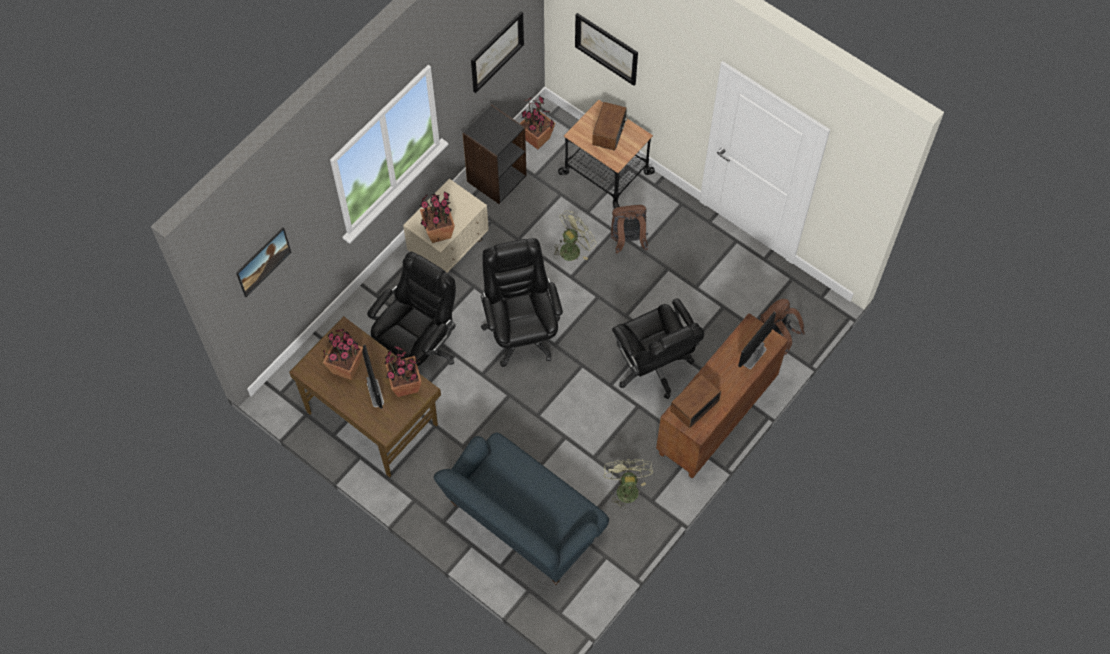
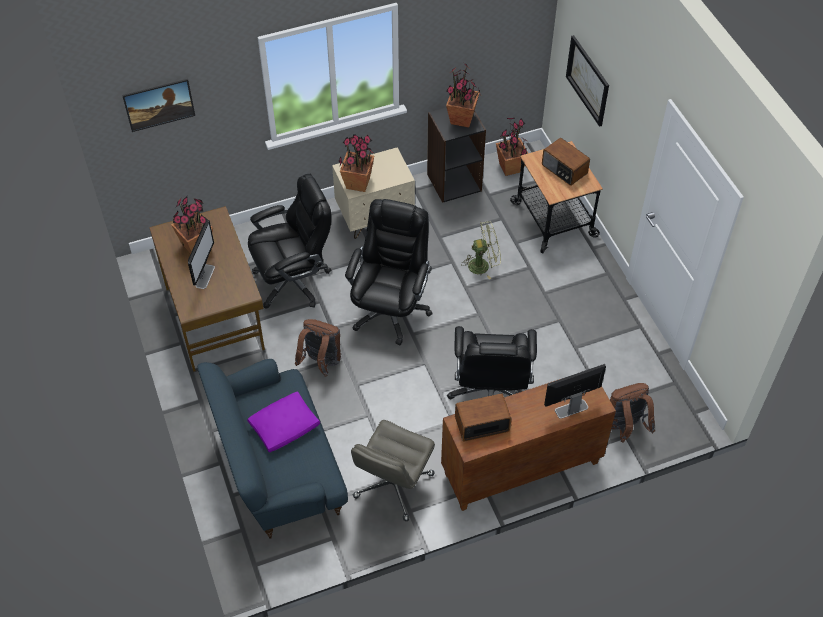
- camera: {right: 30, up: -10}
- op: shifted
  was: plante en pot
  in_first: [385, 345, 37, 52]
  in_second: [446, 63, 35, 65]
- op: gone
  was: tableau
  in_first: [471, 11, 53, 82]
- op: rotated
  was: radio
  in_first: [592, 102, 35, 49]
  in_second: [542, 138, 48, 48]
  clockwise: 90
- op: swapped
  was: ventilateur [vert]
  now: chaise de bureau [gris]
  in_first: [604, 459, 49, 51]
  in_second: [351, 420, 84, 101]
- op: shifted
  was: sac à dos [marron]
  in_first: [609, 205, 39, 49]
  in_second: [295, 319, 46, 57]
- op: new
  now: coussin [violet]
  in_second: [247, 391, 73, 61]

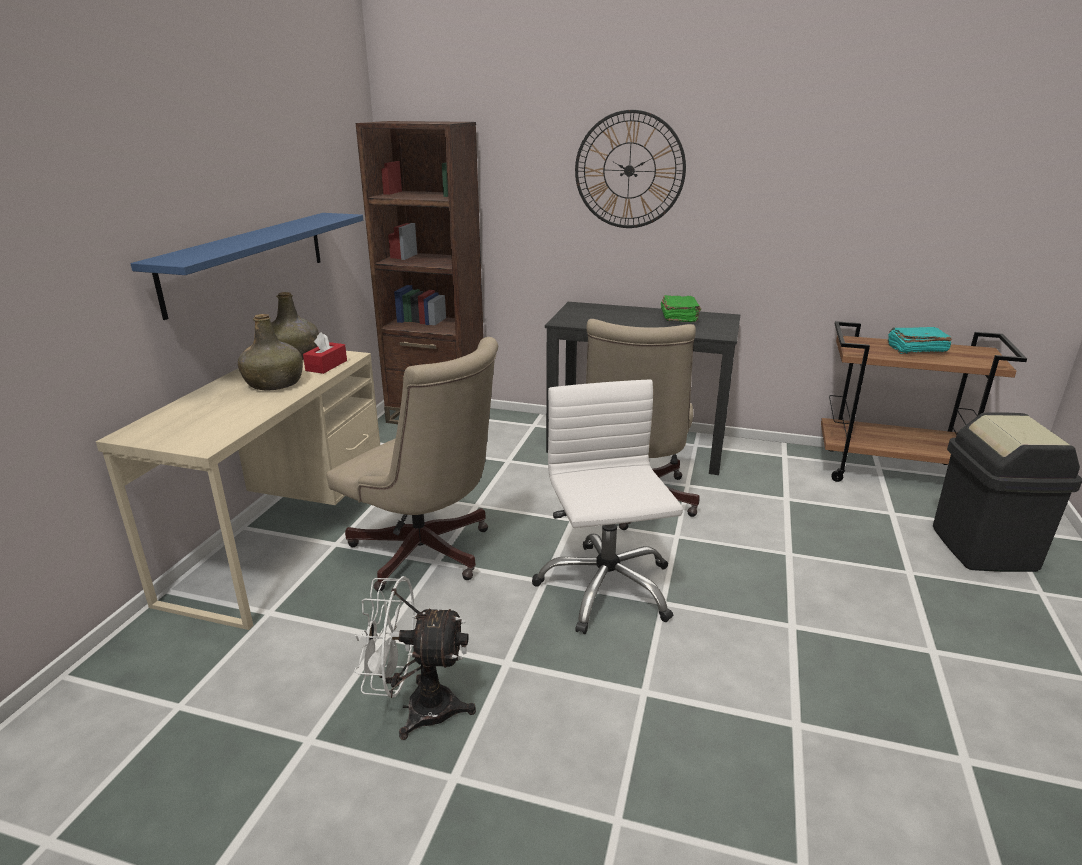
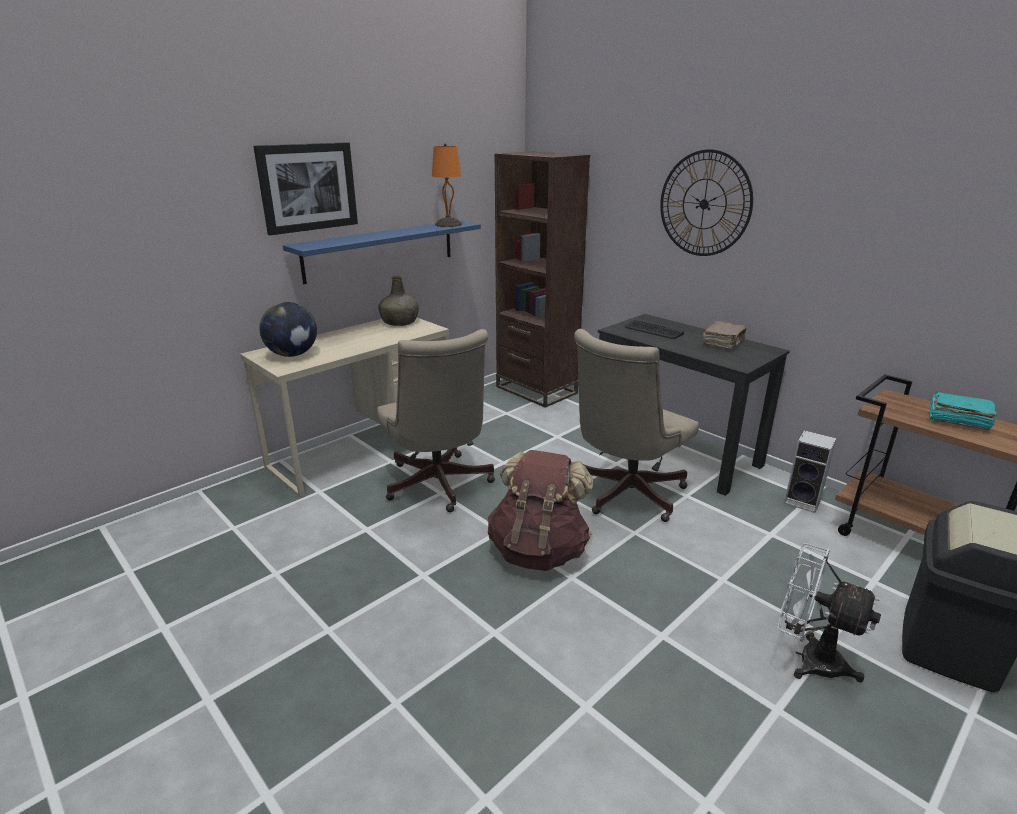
- camera: {right: 30, up: 0}
- op: gone
  was: bouteille [vert]
  in_first: [238, 314, 65, 77]
- op: gone
  was: boîte à mouchoirs [rouge]
  in_first: [303, 332, 44, 42]
- op: shifted
  was: ventilateur [blanc]
  in_first: [354, 576, 122, 164]
  in_second: [777, 543, 104, 140]
- op: swapped
  was: chaise de bureau [blanc]
  now: sac à dos [marron]
  in_first: [532, 380, 151, 254]
  in_second: [488, 450, 105, 121]
- op: repainted
  was: livre [vert]
  now: livre [marron]
  in_first: [660, 295, 41, 27]
  in_second: [703, 321, 43, 28]
- op: new
  now: tableau
  in_second: [253, 142, 105, 93]
- op: new
  now: globe
  in_second: [259, 302, 58, 55]
- op: new
  now: lampe de table [orange]
  in_second: [432, 143, 30, 84]
- op: new
  now: clavier
  in_second: [625, 320, 59, 19]
- op: new
  now: enceinte
  in_second: [784, 430, 53, 83]

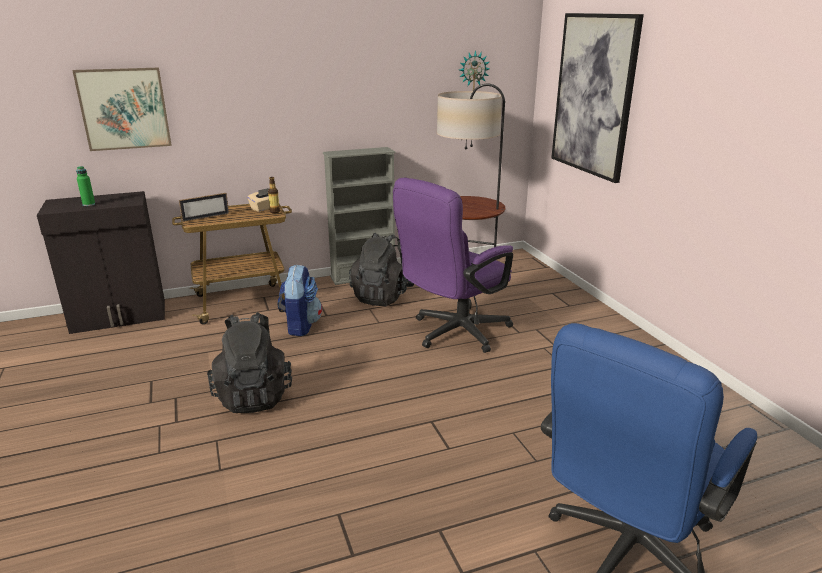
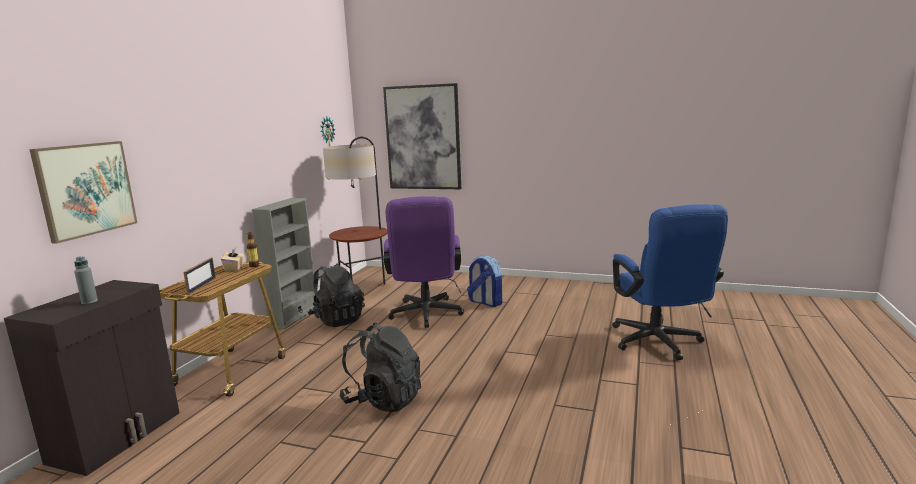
- camera: {right: -50, up: -10}
- op: repainted
  was: bouteille [vert]
  now: bouteille [gris]
  in_first: [76, 166, 19, 40]
  in_second: [74, 256, 24, 48]
- op: shifted
  was: sac à dos
  in_first: [278, 264, 44, 72]
  in_second: [467, 256, 36, 51]

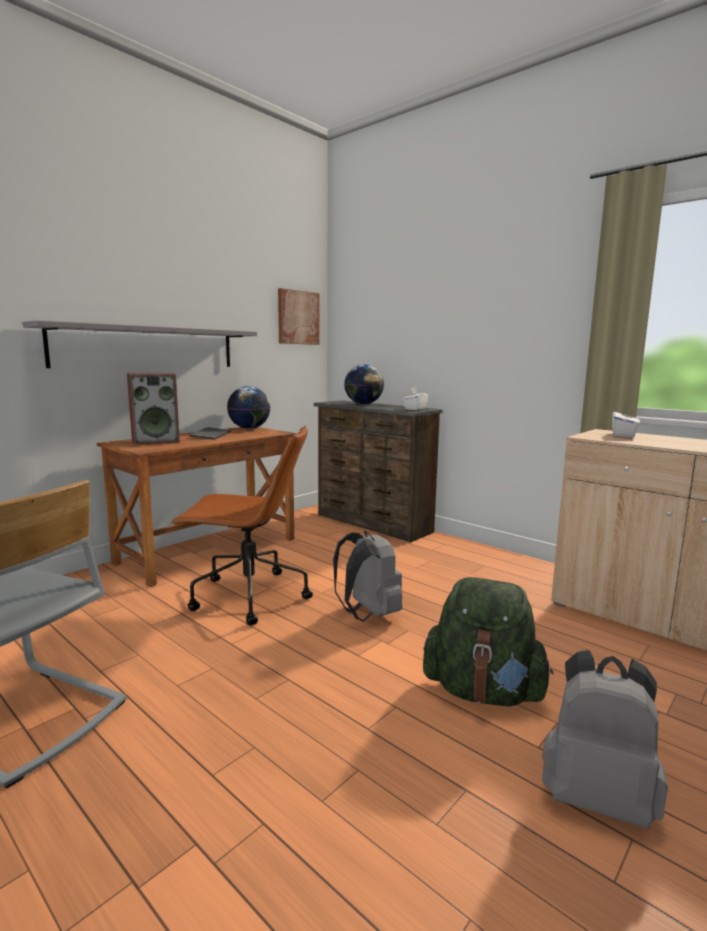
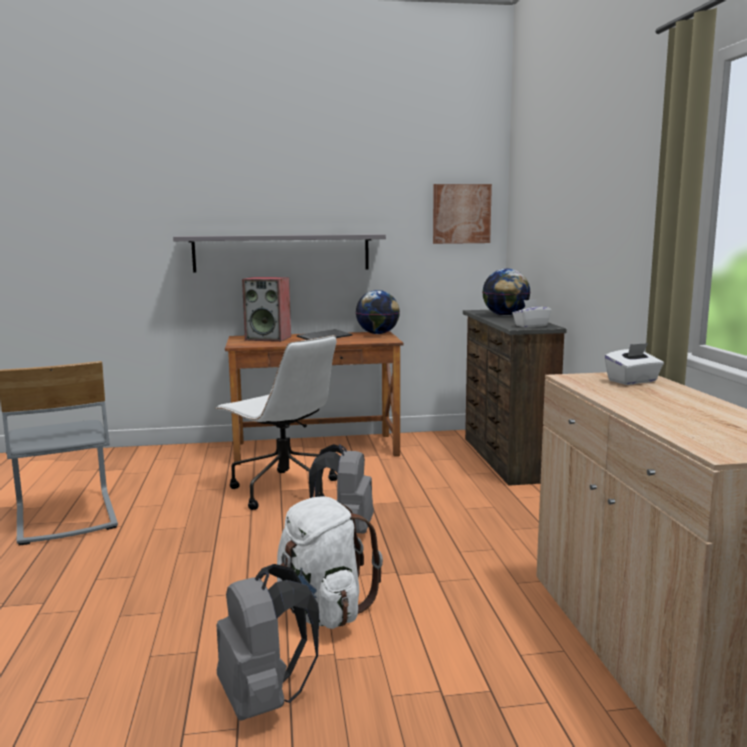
- camera: {right: 40, up: 0}
- op: repainted
  was: chaise de bureau [marron]
  now: chaise de bureau [blanc]
  in_first: [171, 426, 142, 199]
  in_second: [216, 335, 121, 175]
- op: repainted
  was: sac à dos [vert]
  now: sac à dos [blanc]
  in_first: [423, 577, 131, 129]
  in_second: [277, 496, 106, 133]

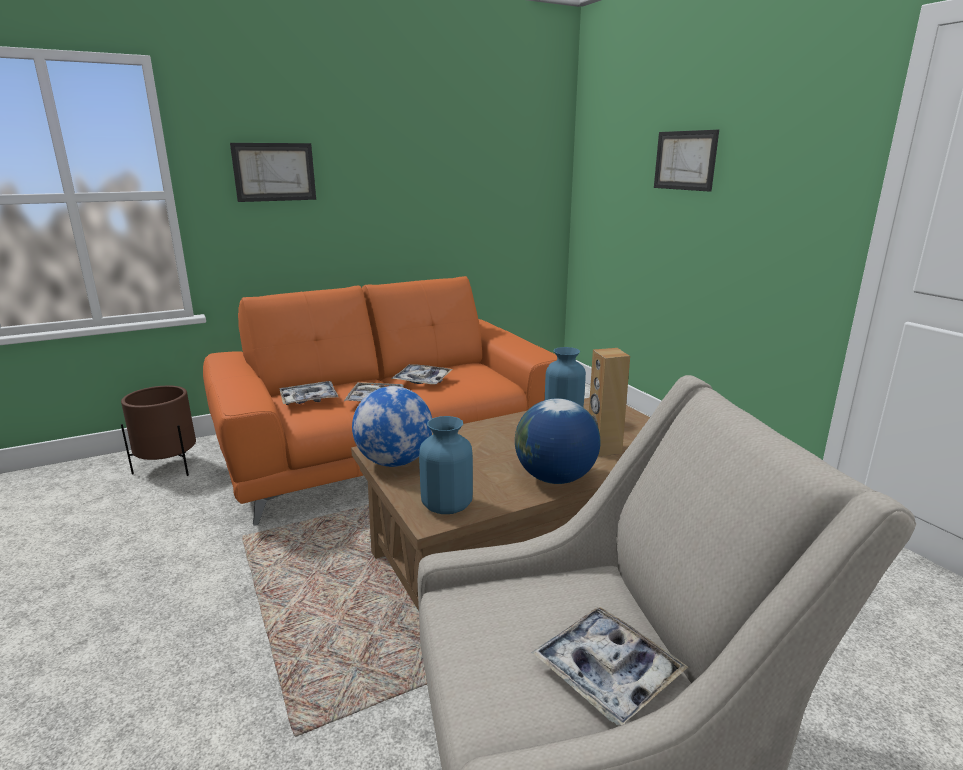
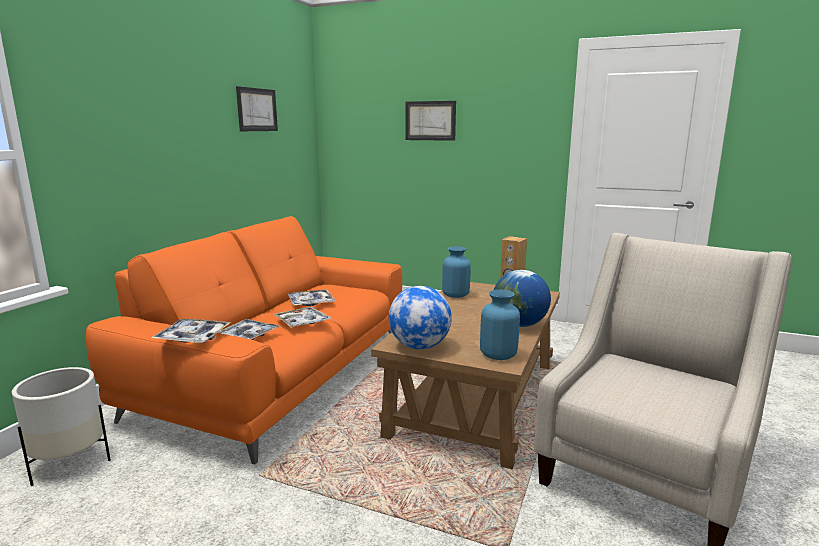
- camera: {right: -40, up: -5}
- op: repainted
  was: cache-pot [marron]
  now: cache-pot [blanc]
  in_first: [121, 386, 75, 90]
  in_second: [12, 367, 99, 119]
- op: shifted
  was: tableau
  in_first: [230, 143, 86, 59]
  in_second: [236, 86, 42, 45]
- op: shifted
  was: plateau
  in_first: [532, 607, 156, 118]
  in_second: [151, 319, 80, 24]

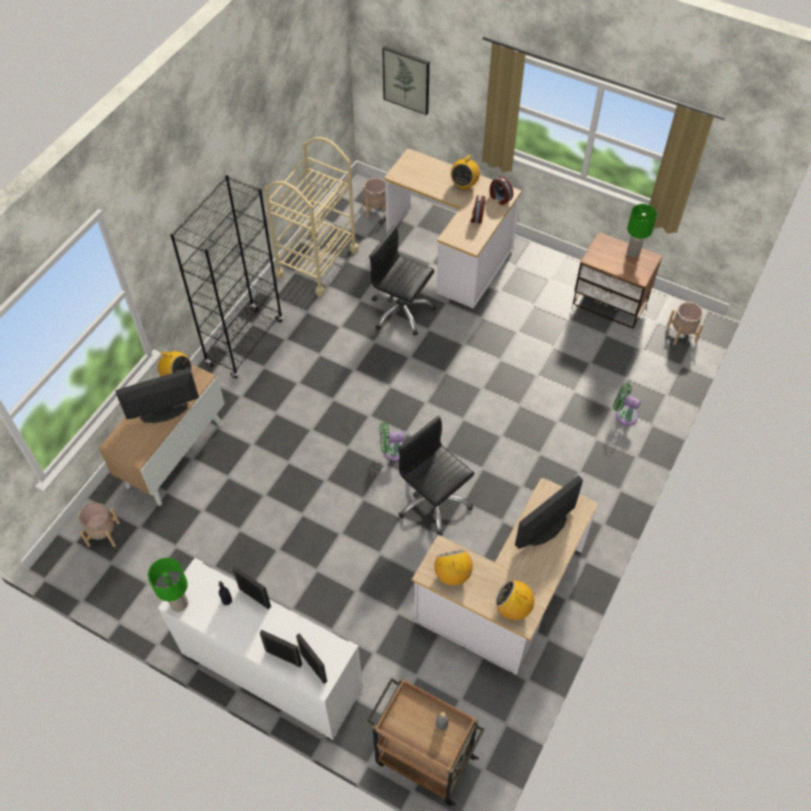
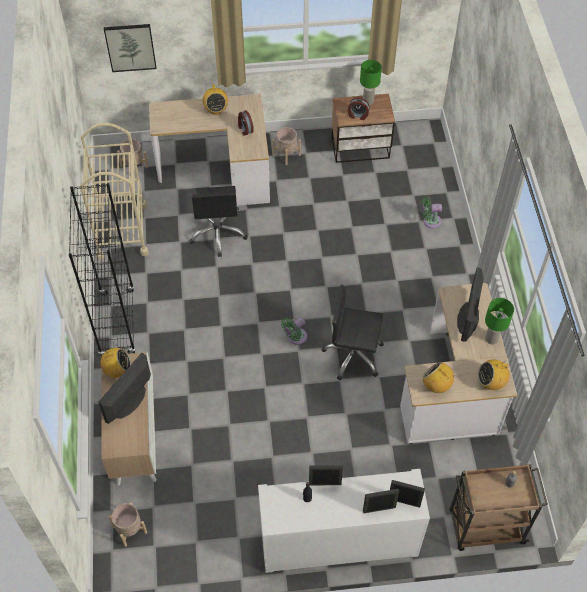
- camera: {right: -35, up: 0}
- op: shifted
  was: lampe de table [vert]
  in_first: [148, 558, 40, 54]
  in_second: [485, 298, 29, 46]
- op: rotated
  was: chaise de bureau [noir]
  in_first: [369, 225, 67, 111]
  in_second: [189, 186, 59, 71]
  clockwise: -90
- op: shifted
  was: réveil
  in_first: [490, 176, 23, 29]
  in_second: [348, 98, 22, 22]
- op: shifted
  was: cache-pot [beige]
  in_first: [667, 302, 37, 43]
  in_second: [273, 127, 28, 38]

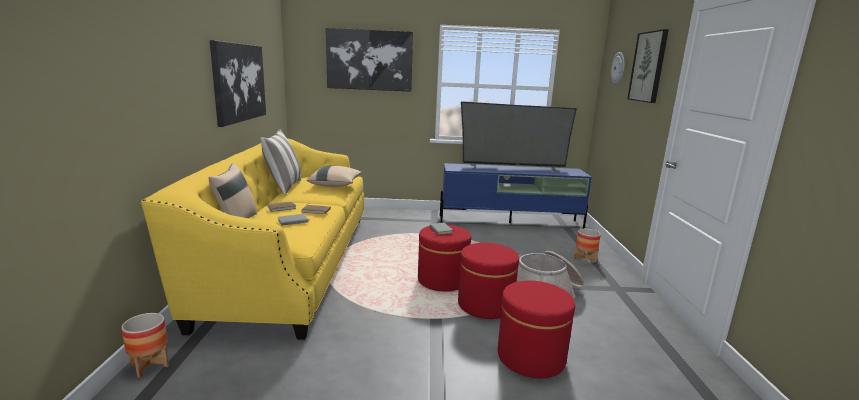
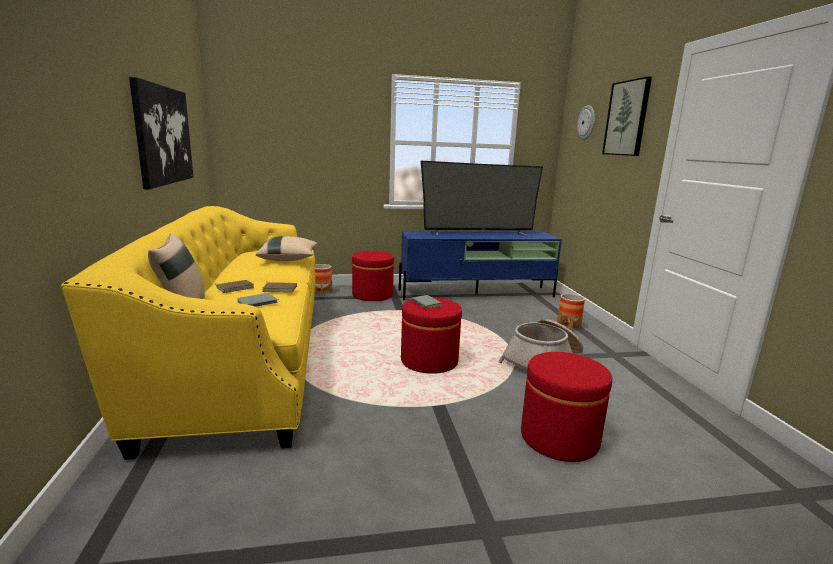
- camera: {right: -10, up: 0}
- op: shifted
  was: cache-pot
  in_first: [121, 313, 48, 65]
  in_second: [315, 264, 17, 32]
- op: gone
  was: coussin
  in_first: [260, 129, 41, 66]
- op: gone
  was: tableau
  in_first: [326, 28, 87, 64]
- op: shifted
  was: pouf [rouge]
  in_first: [458, 243, 61, 76]
  in_second: [352, 251, 42, 50]

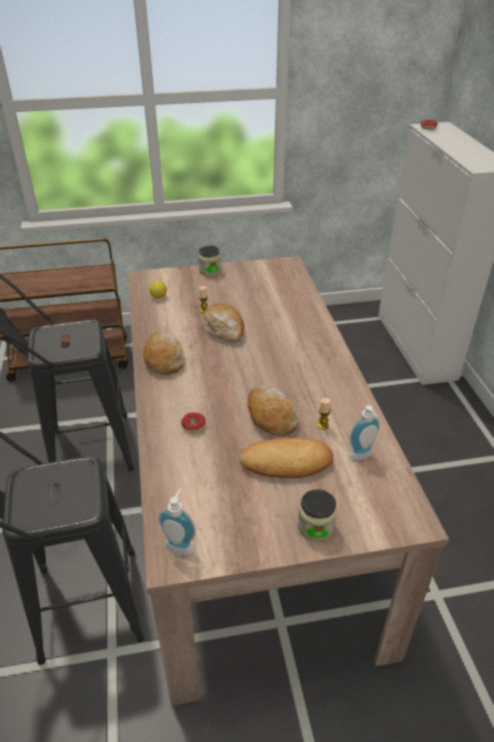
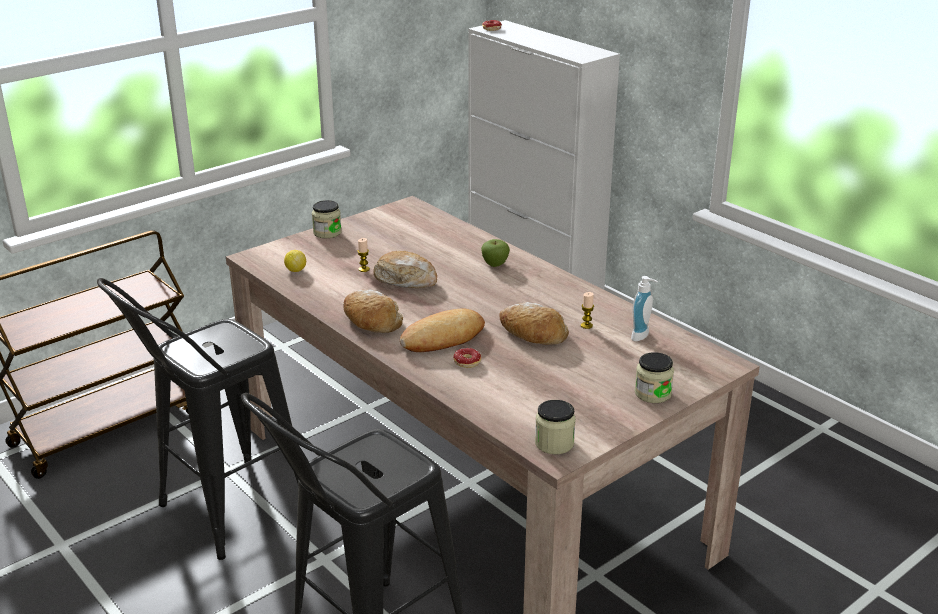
- camera: {right: -30, up: -10}
- op: swapped
  was: distributeur de savon
  now: bocal
  in_first: [158, 488, 38, 67]
  in_second: [535, 400, 41, 54]
- op: shifted
  was: pain
  in_first: [239, 438, 94, 40]
  in_second: [400, 308, 85, 44]
- op: new
  now: pomme
  in_second: [481, 239, 29, 28]

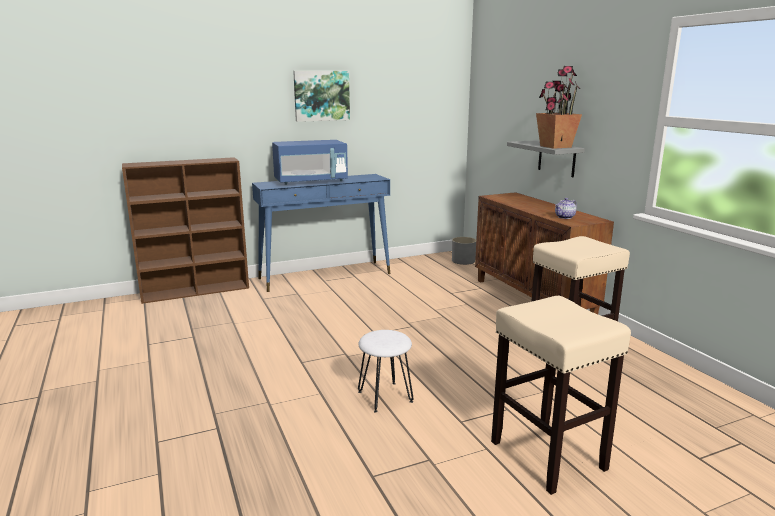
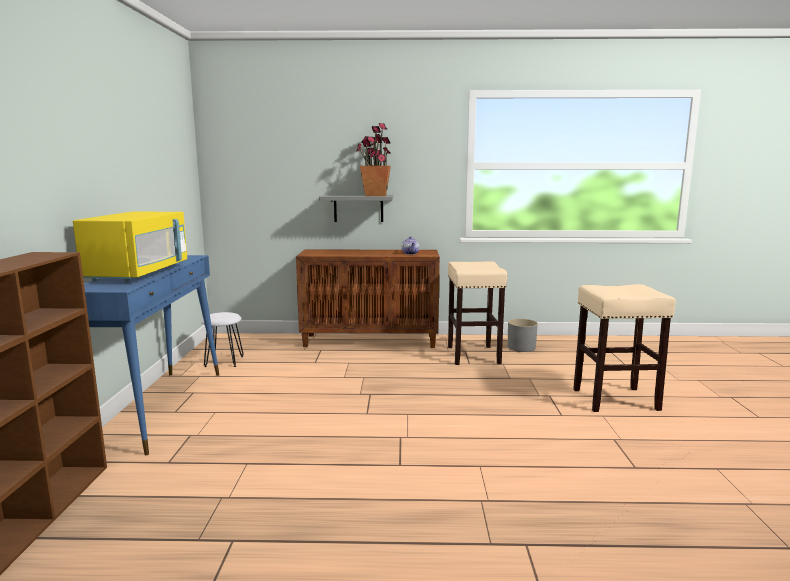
- camera: {right: -65, up: -5}
- op: repainted
  was: micro-ondes [bleu]
  now: micro-ondes [jaune]
  in_first: [272, 140, 76, 45]
  in_second: [73, 211, 114, 71]
- op: gone
  was: tableau
  in_first: [293, 71, 57, 51]
- op: shifted
  was: tabouret [blanc]
  in_first: [358, 330, 55, 82]
  in_second: [201, 312, 43, 55]
- op: shifted
  was: cache-pot [gris]
  in_first: [452, 237, 24, 28]
  in_second: [508, 319, 30, 33]

